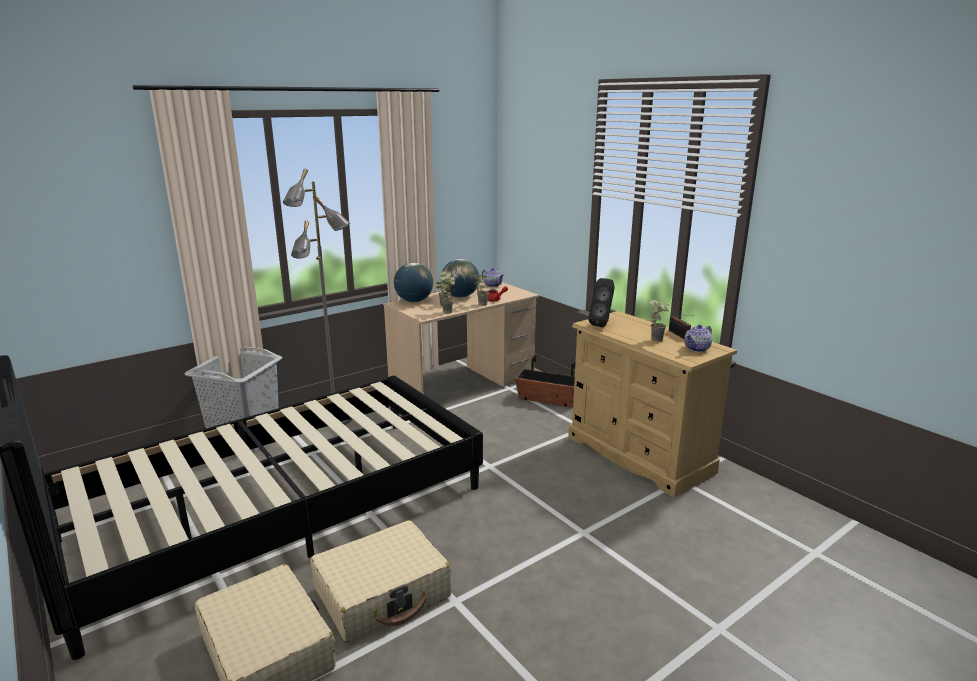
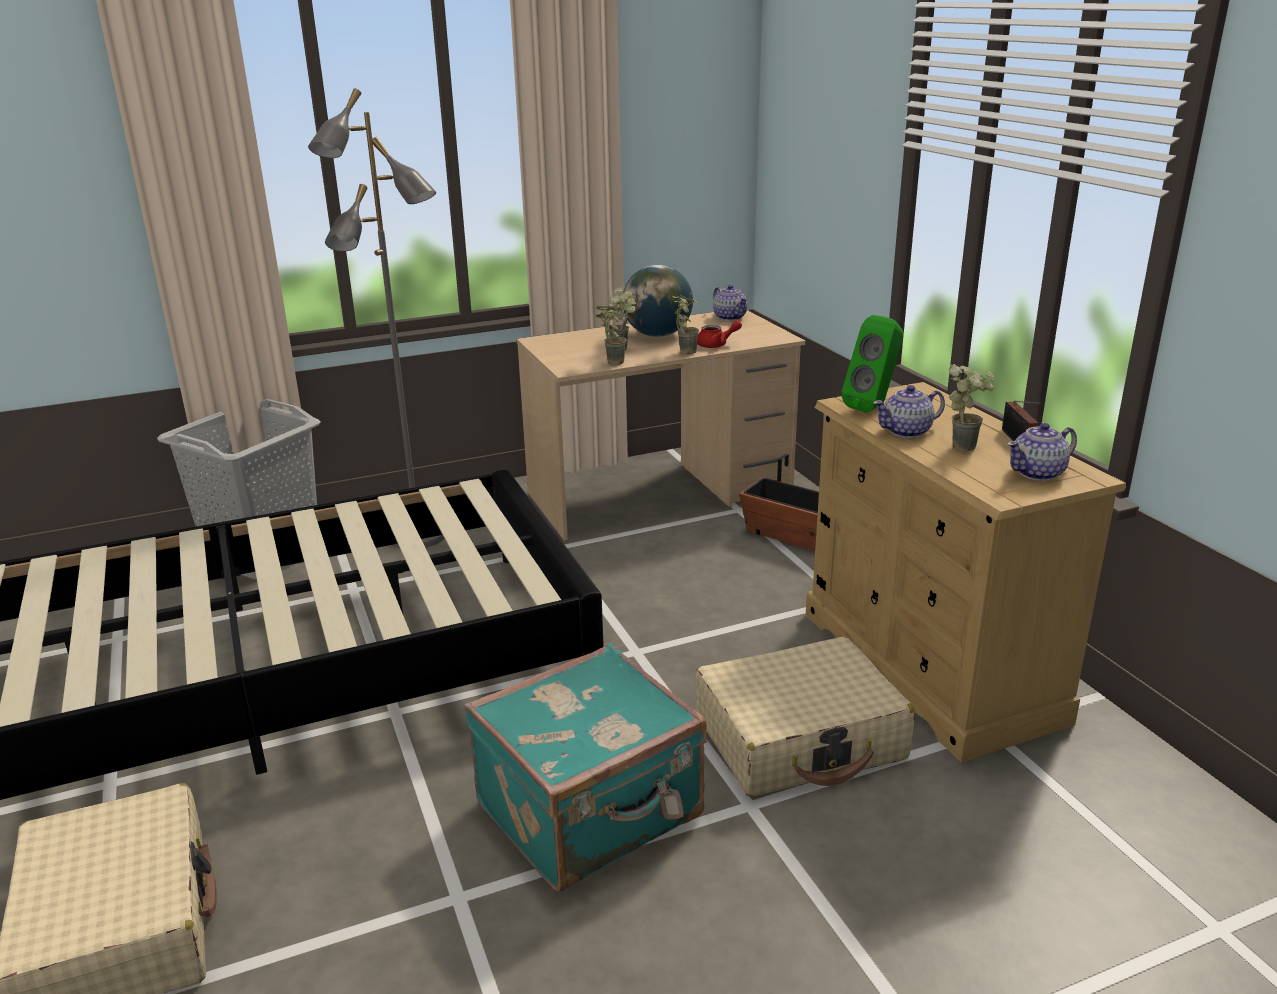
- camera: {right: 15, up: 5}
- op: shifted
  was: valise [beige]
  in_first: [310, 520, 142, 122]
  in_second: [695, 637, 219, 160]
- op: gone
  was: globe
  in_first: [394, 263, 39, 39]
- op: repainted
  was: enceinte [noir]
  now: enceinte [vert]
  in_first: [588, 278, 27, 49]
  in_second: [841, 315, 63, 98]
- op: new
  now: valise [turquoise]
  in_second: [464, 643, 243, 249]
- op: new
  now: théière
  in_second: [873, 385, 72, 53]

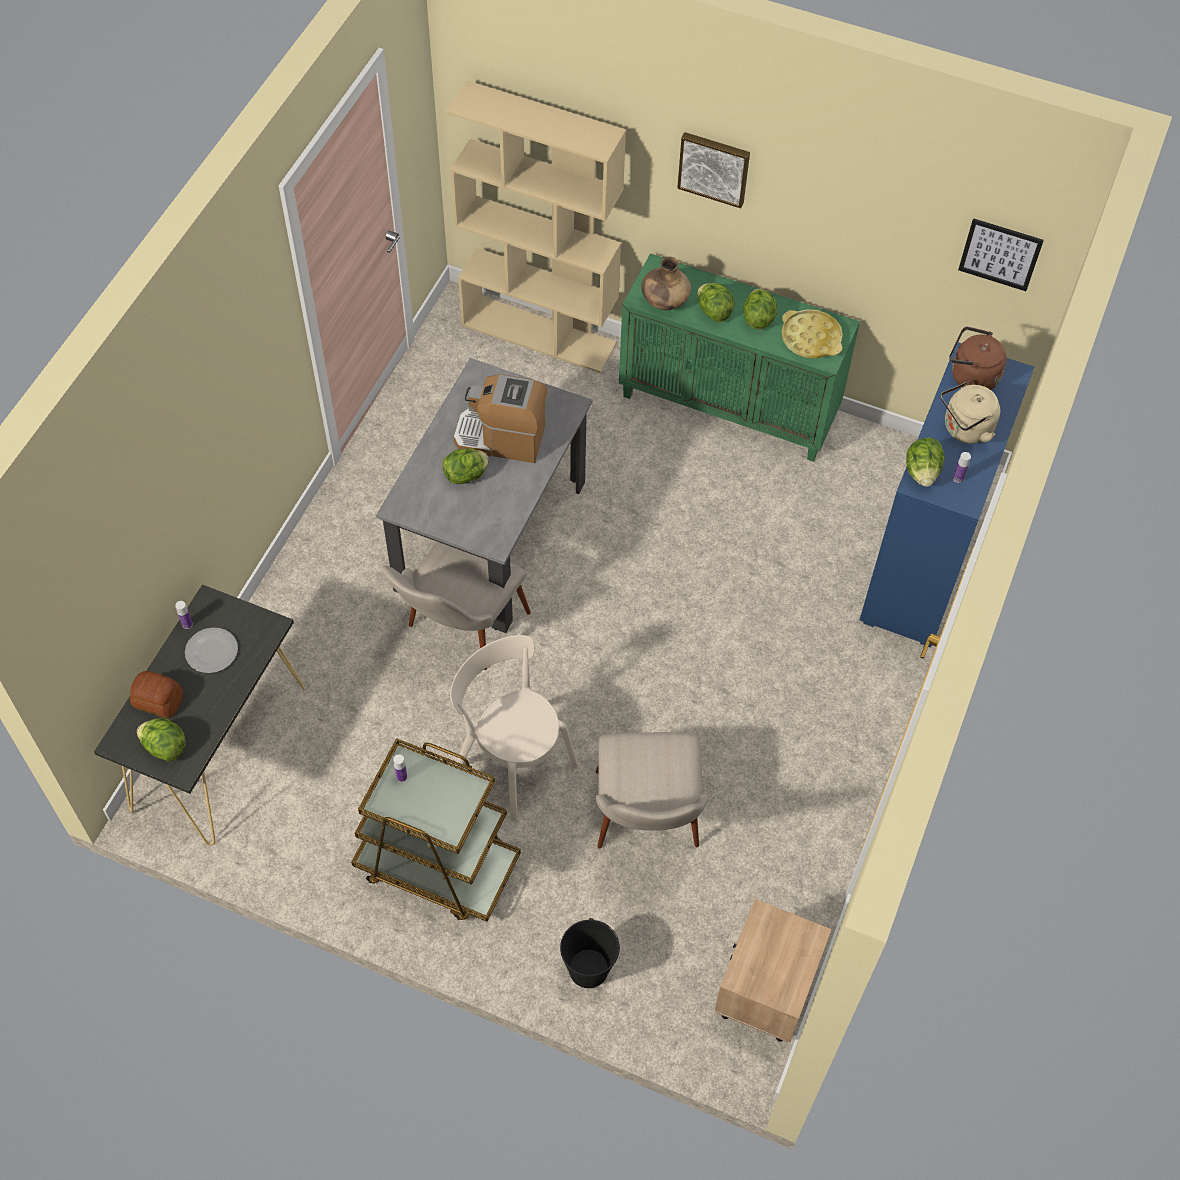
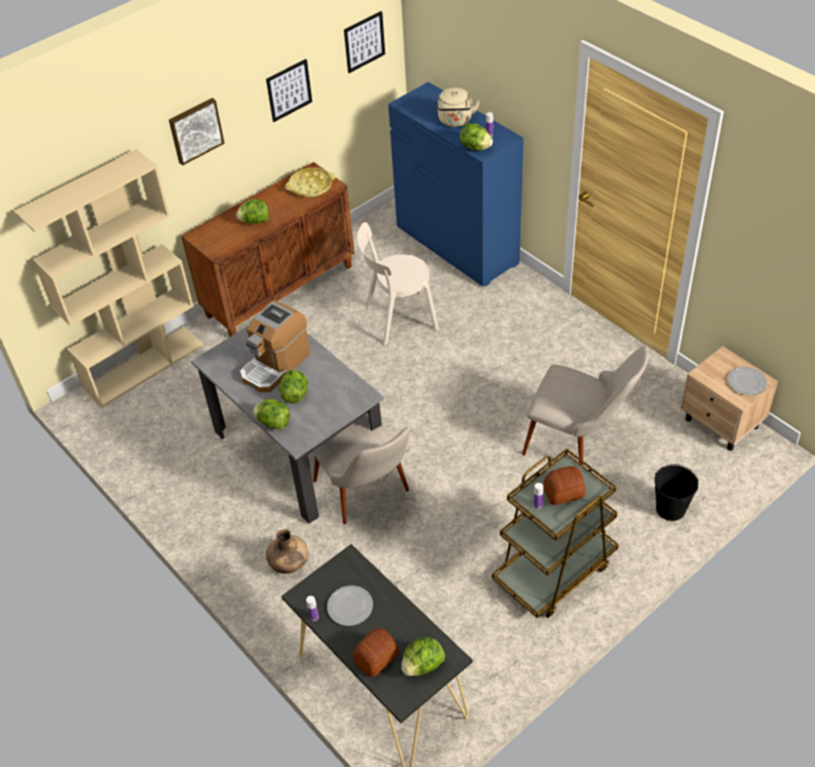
- camera: {right: -60, up: -10}
- op: shifted
  was: chaise [beige]
  in_first: [450, 635, 128, 186]
  in_second: [357, 222, 82, 123]
- op: repainted
  was: meuble de rangement [vert]
  now: meuble de rangement [marron]
  in_first: [619, 254, 241, 208]
  in_second: [181, 162, 174, 175]
- op: shifted
  was: vase [marron]
  in_first: [641, 257, 50, 53]
  in_second: [266, 529, 42, 45]
- op: shifted
  was: laitue
  in_first: [743, 289, 34, 41]
  in_second: [253, 399, 37, 31]
- op: gone
  was: bouilloire [marron]
  in_first: [949, 326, 58, 64]
- op: new
  now: tableau
  in_second: [266, 59, 46, 63]
- op: new
  now: pain
  in_second: [544, 466, 41, 39]
- op: new
  now: assiette
  in_second: [727, 367, 40, 28]

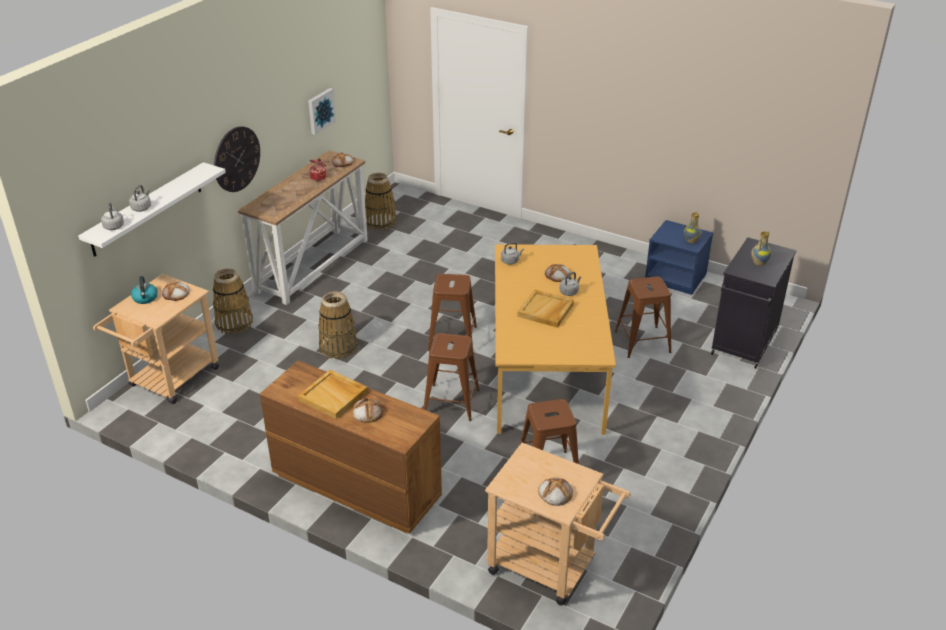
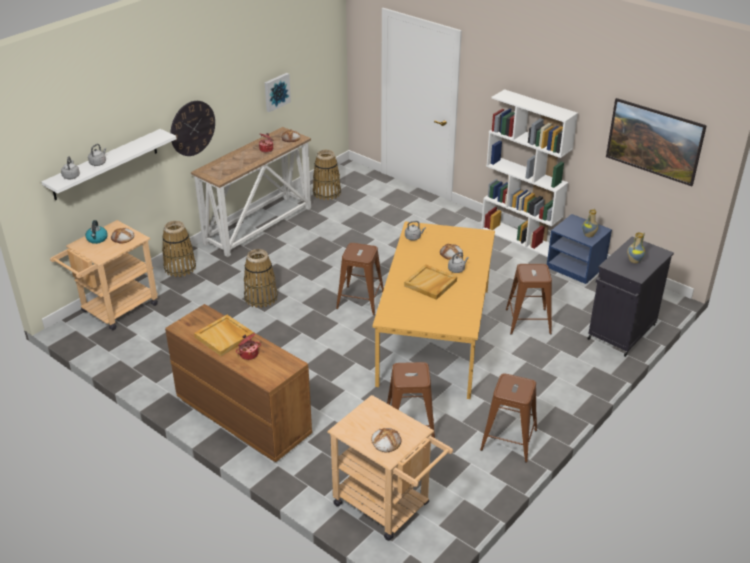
- camera: {right: 10, up: 0}
- op: swapped
  was: pain
  now: marmite
  in_first: [353, 398, 31, 25]
  in_second: [236, 333, 25, 27]
- op: shifted
  was: tabouret [marron]
  in_first: [424, 333, 55, 88]
  in_second: [480, 373, 57, 89]
- op: new
  now: bibliothèque [blanc]
  in_second: [481, 89, 97, 168]
- op: new
  now: tableau
  in_second: [606, 98, 101, 88]

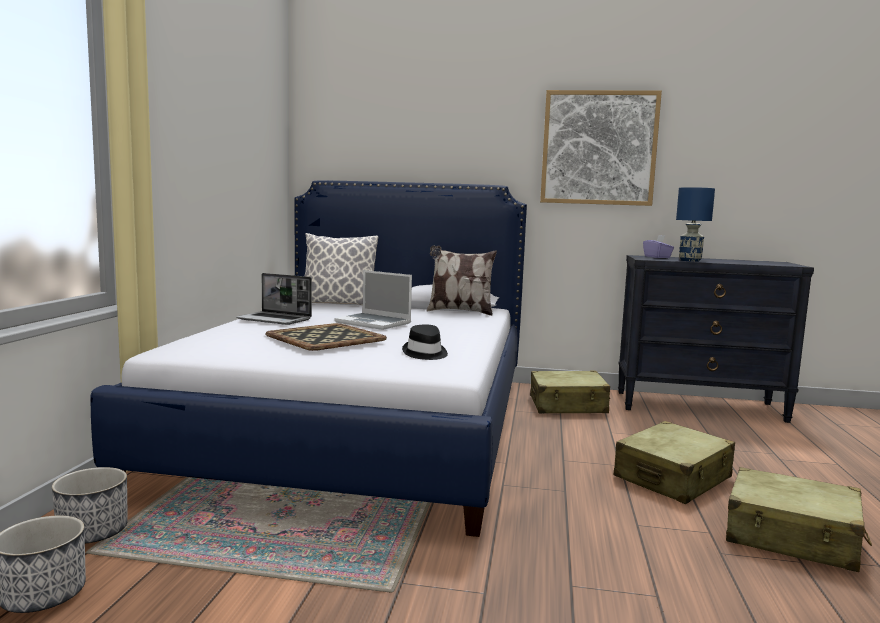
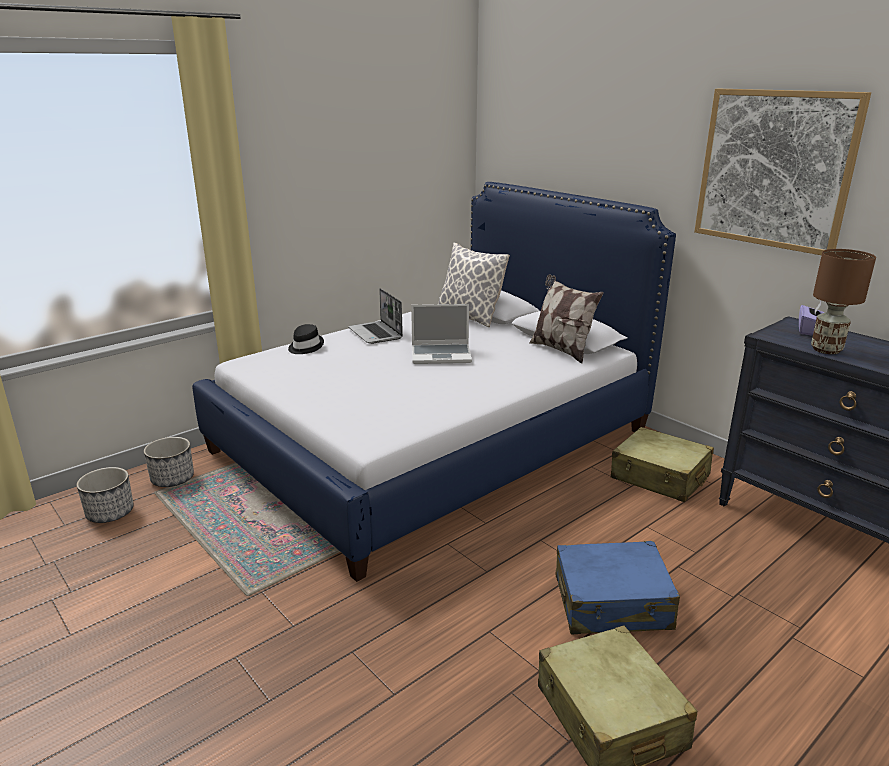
- camera: {right: 40, up: 15}
- op: gone
  was: plateau
  in_first: [265, 323, 122, 28]
- op: rotated
  was: ordinateur portable
  in_first: [334, 270, 78, 60]
  in_second: [411, 304, 61, 60]
  clockwise: -75
- op: shifted
  was: chapeau [noir]
  in_first: [402, 324, 46, 36]
  in_second: [288, 324, 36, 30]
- op: repainted
  was: valise [beige]
  now: valise [bleu]
  in_first: [614, 421, 121, 83]
  in_second: [555, 541, 125, 93]
- op: repainted
  was: lampe de table [bleu]
  now: lampe de table [marron]
  in_first: [676, 187, 39, 75]
  in_second: [811, 249, 65, 105]

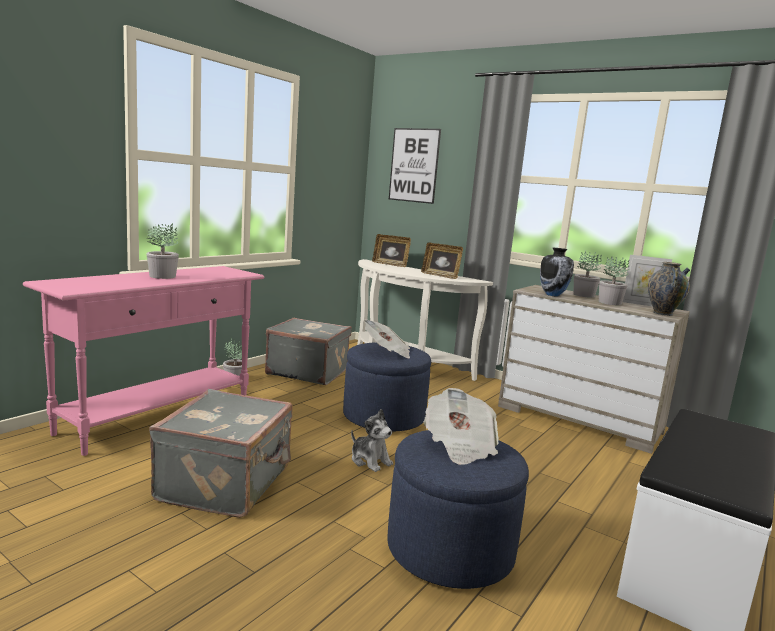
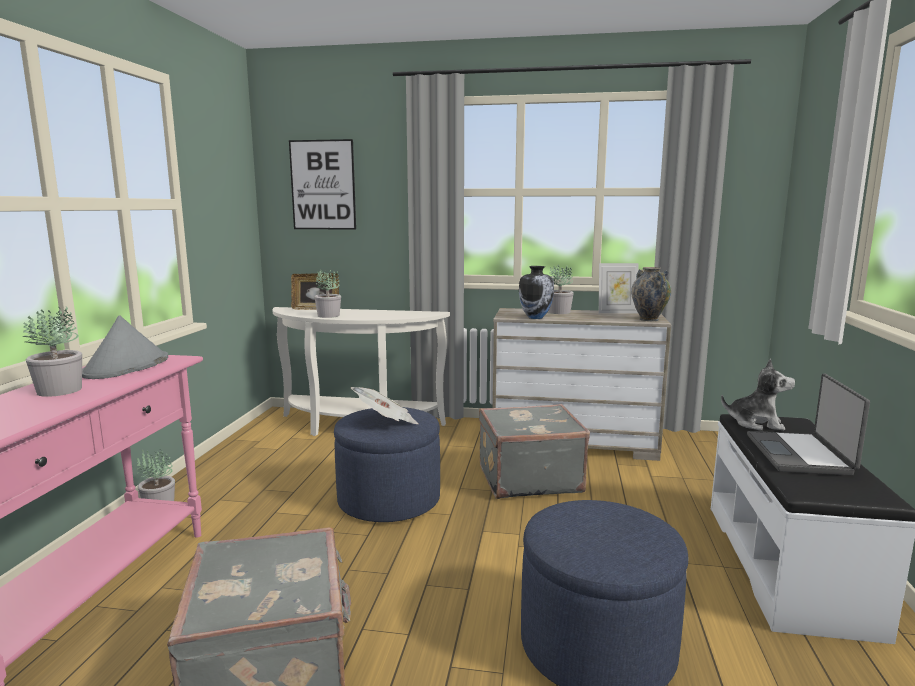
- camera: {right: -25, up: 0}
- op: shifted
  was: valise [gris]
  in_first: [265, 318, 86, 67]
  in_second: [479, 404, 111, 95]
- op: shifted
  was: peluche
  in_first: [351, 409, 42, 63]
  in_second: [721, 359, 74, 72]
- op: gone
  was: cadre photo
  in_first: [421, 242, 42, 37]
- op: gone
  was: journal
  in_first: [424, 388, 75, 77]
- op: shifted
  was: plante en pot
  in_first: [599, 256, 31, 49]
  in_second: [314, 269, 27, 49]
- op: new
  now: chapeau [gris]
  in_second: [82, 315, 86, 64]
- op: new
  now: ordinateur portable
  in_second: [747, 374, 123, 102]

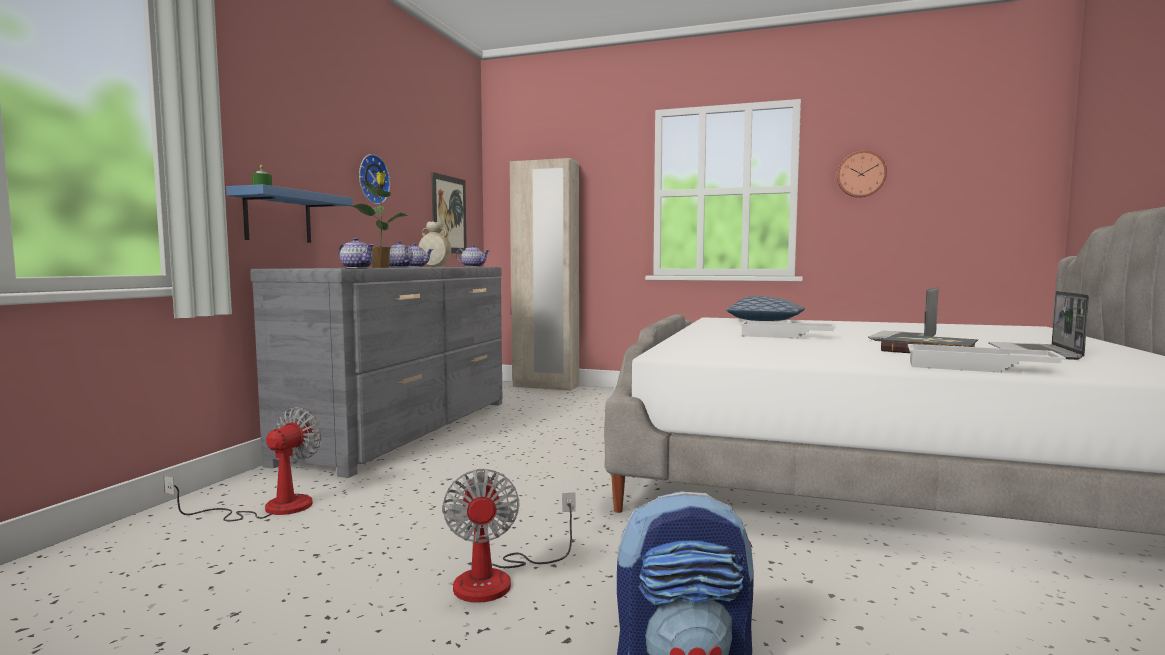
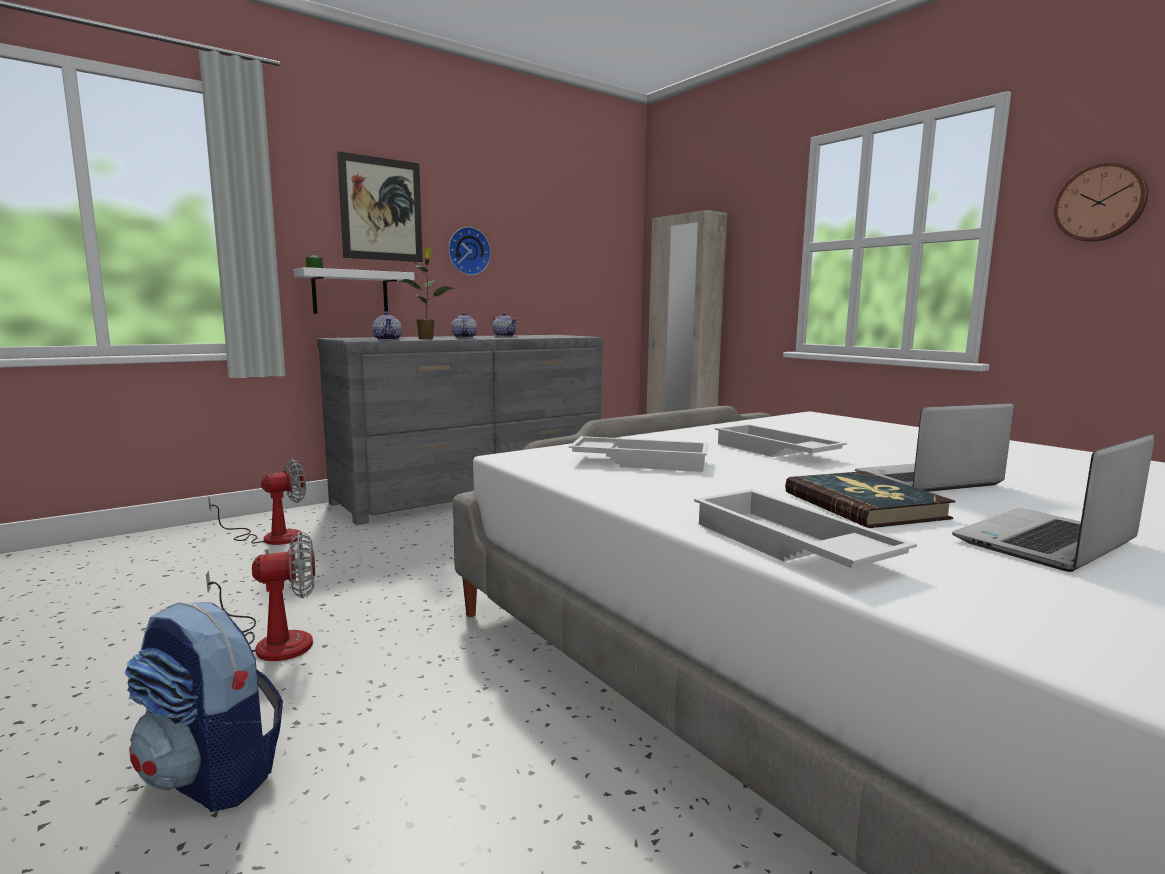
- camera: {right: 35, up: 5}
- op: repainted
  was: étagère [bleu]
  now: étagère [blanc]
  in_first: [226, 184, 127, 59]
  in_second: [294, 267, 121, 47]
- op: gone
  was: vase [beige]
  in_first: [418, 222, 33, 45]
- op: shifted
  was: tableau
  in_first: [431, 172, 36, 81]
  in_second: [337, 151, 86, 111]
- op: rotated
  was: ventilateur
  in_first: [442, 469, 133, 134]
  in_second: [206, 532, 109, 129]
  clockwise: -135
- op: gone
  was: théière
  in_first: [456, 244, 34, 23]
- op: gone
  was: coussin
  in_first: [726, 296, 79, 25]
- op: new
  now: plateau [blanc]
  in_second: [569, 436, 139, 36]

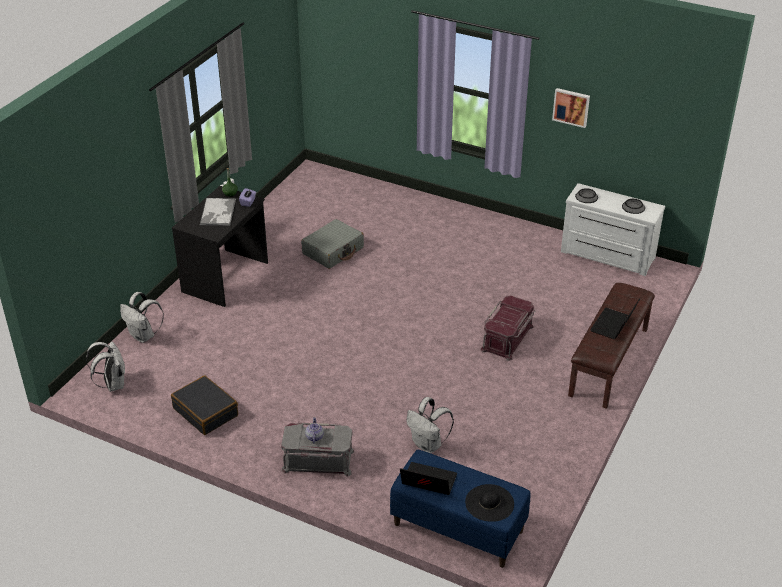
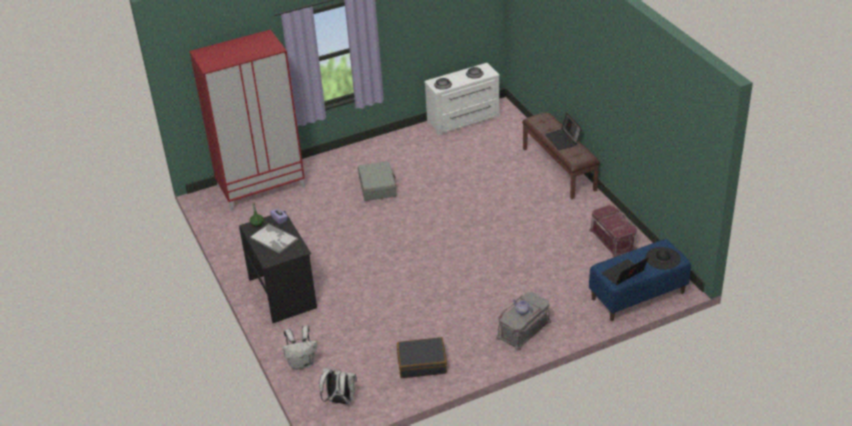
- camera: {right: -50, up: 0}
- op: shifted
  was: valise [gris]
  in_first: [301, 219, 63, 50]
  in_second: [358, 161, 38, 40]
- op: gone
  was: sac à dos [blanc]
  in_first: [406, 397, 48, 56]
- op: shifted
  was: boîte de rangement [rouge]
  in_first: [480, 296, 55, 65]
  in_second: [589, 205, 48, 52]
- op: gone
  was: tableau
  in_first: [552, 88, 38, 40]
- op: new
  now: armoire [rouge]
  in_second: [189, 29, 116, 182]

